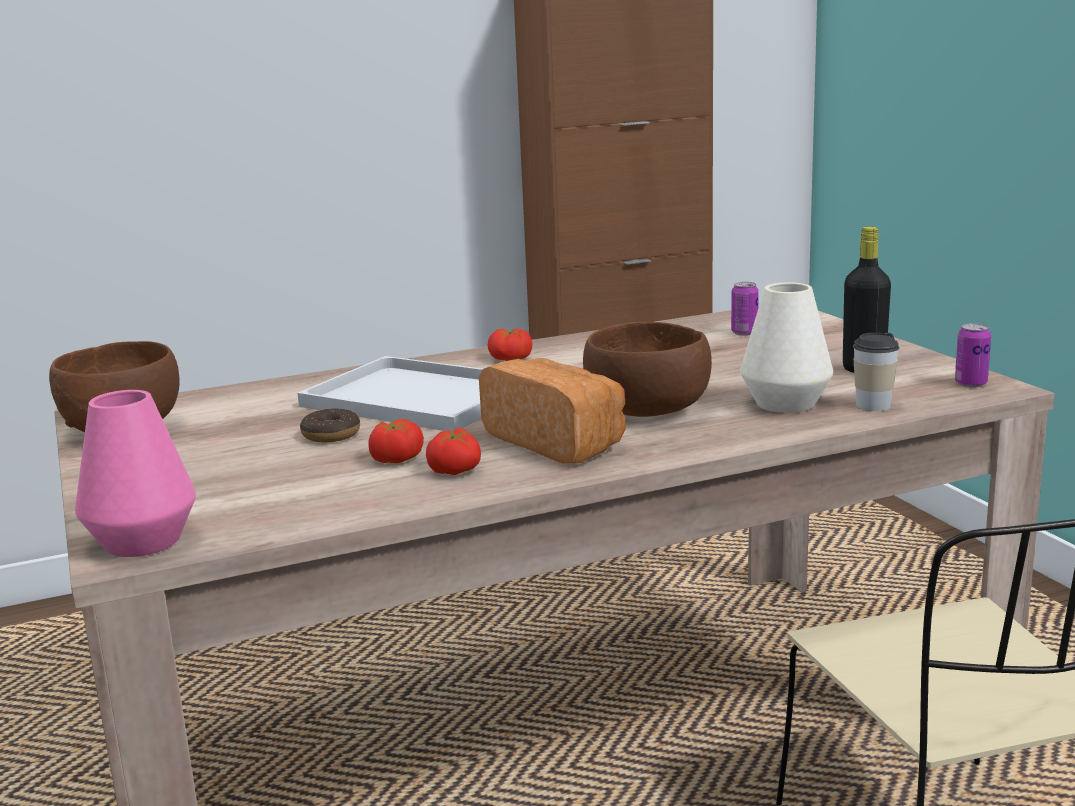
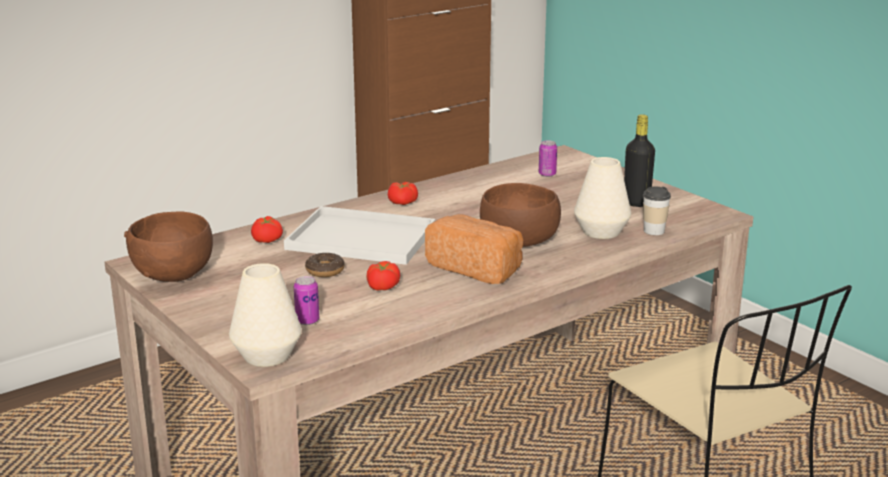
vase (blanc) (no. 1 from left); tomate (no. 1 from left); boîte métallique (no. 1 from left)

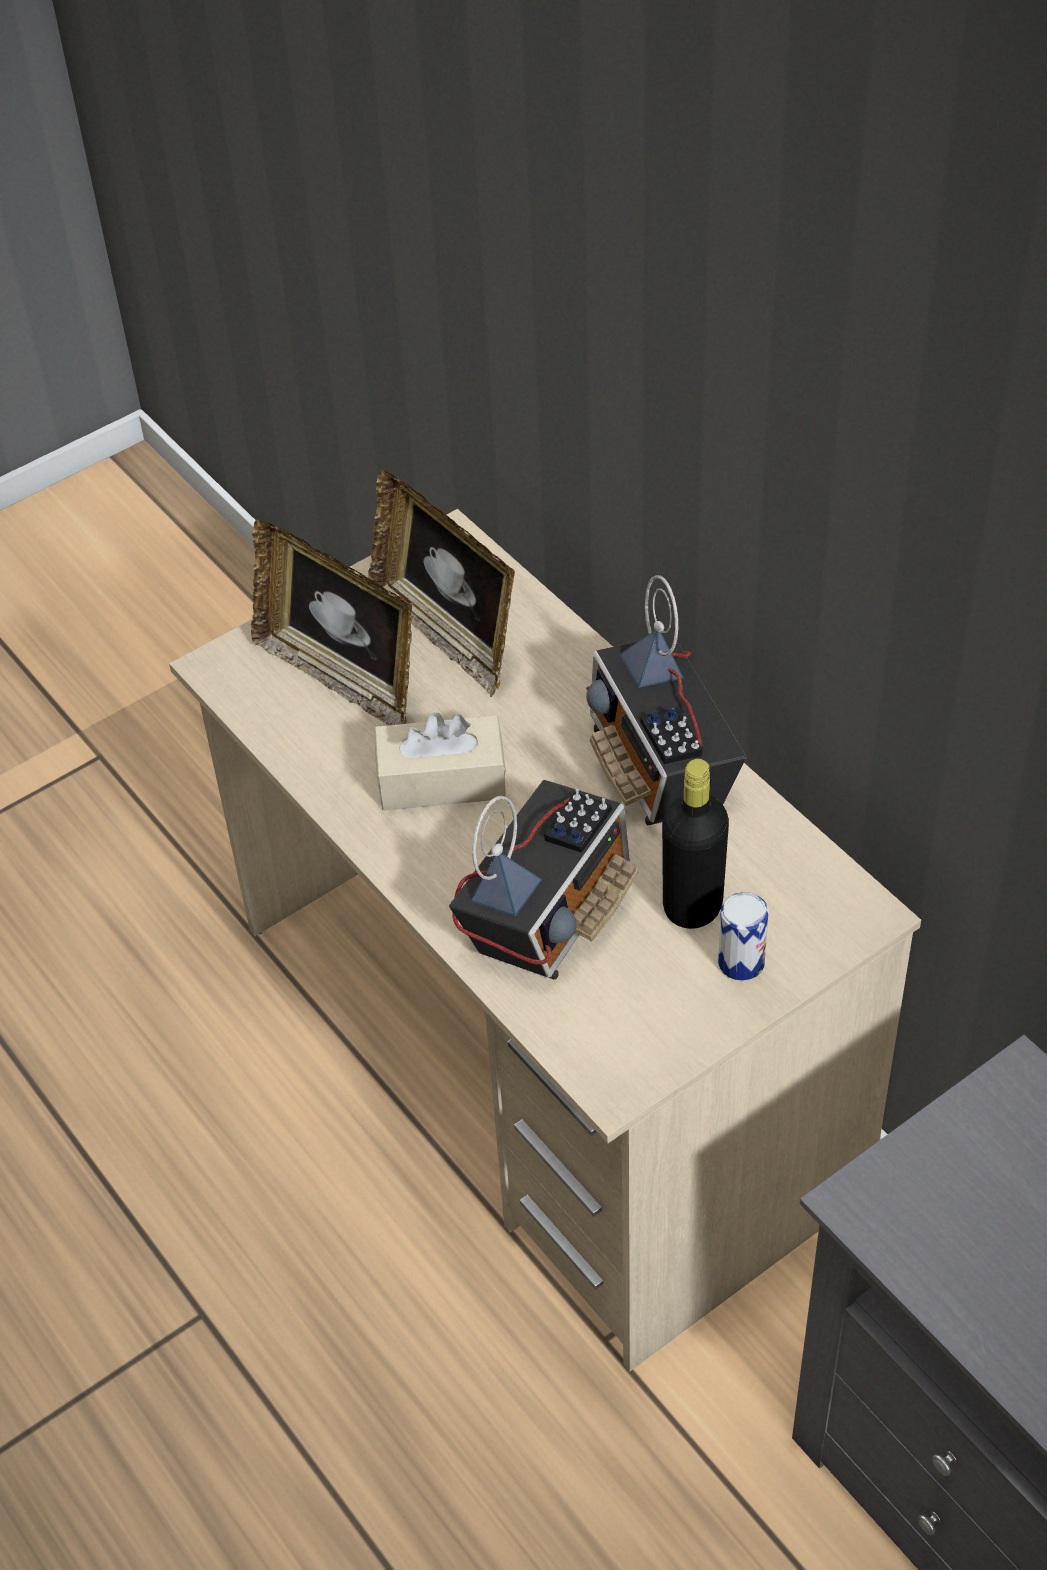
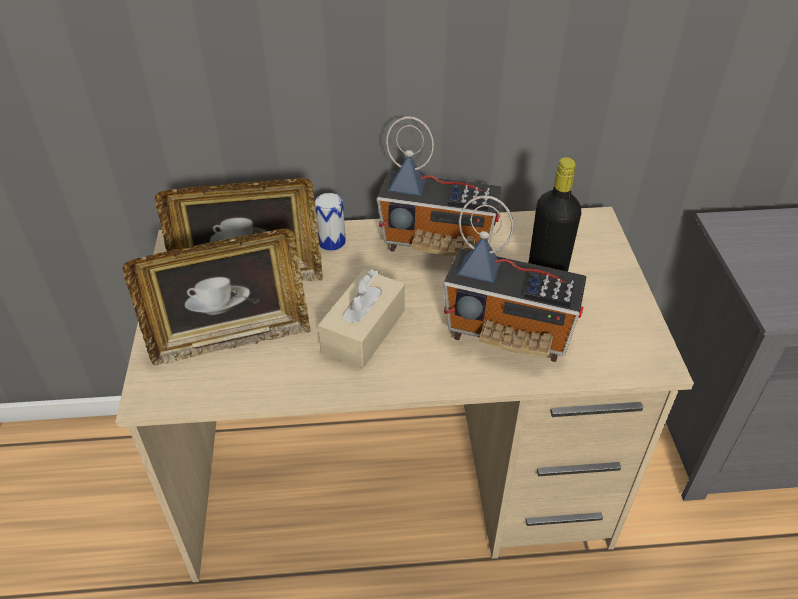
radio (no. 2 from left); boîte métallique

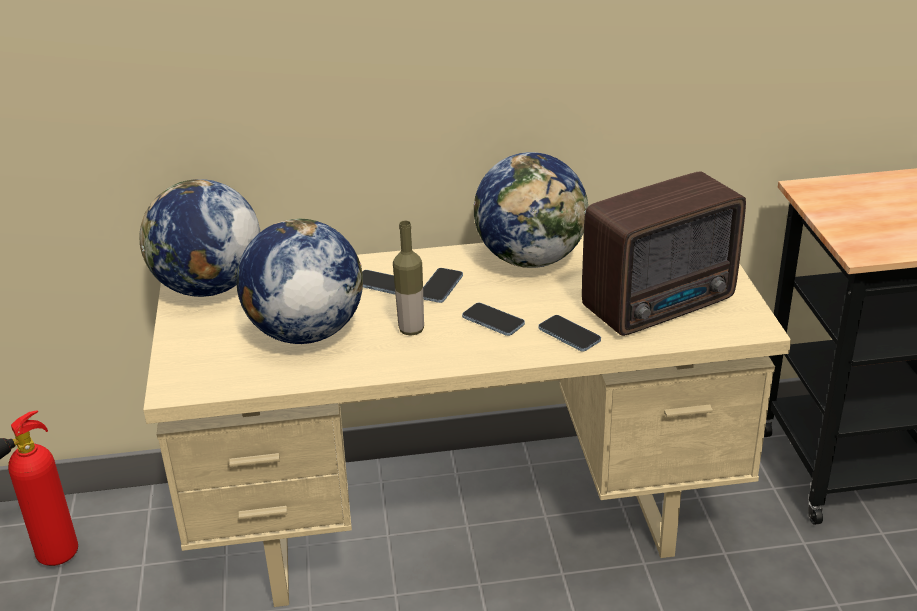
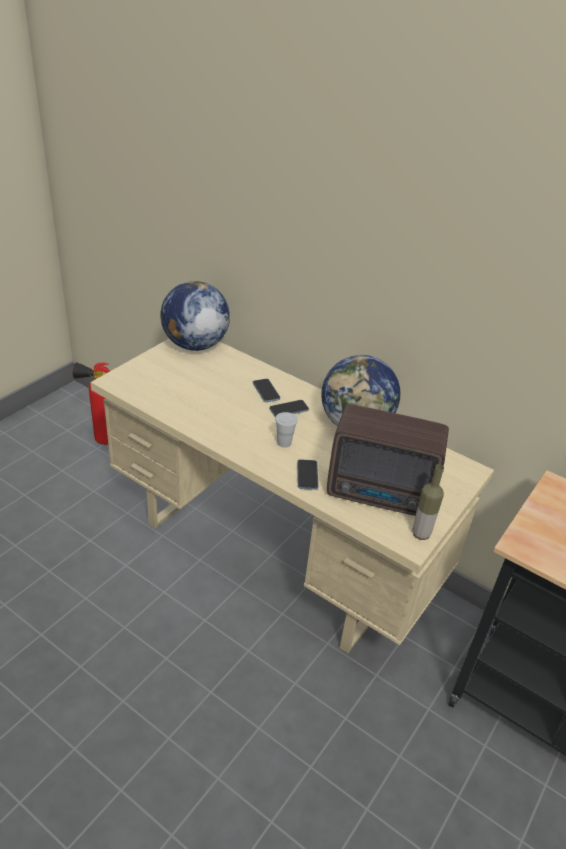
globe (no. 2 from left in the first image); bouteille; tasse (blanc)

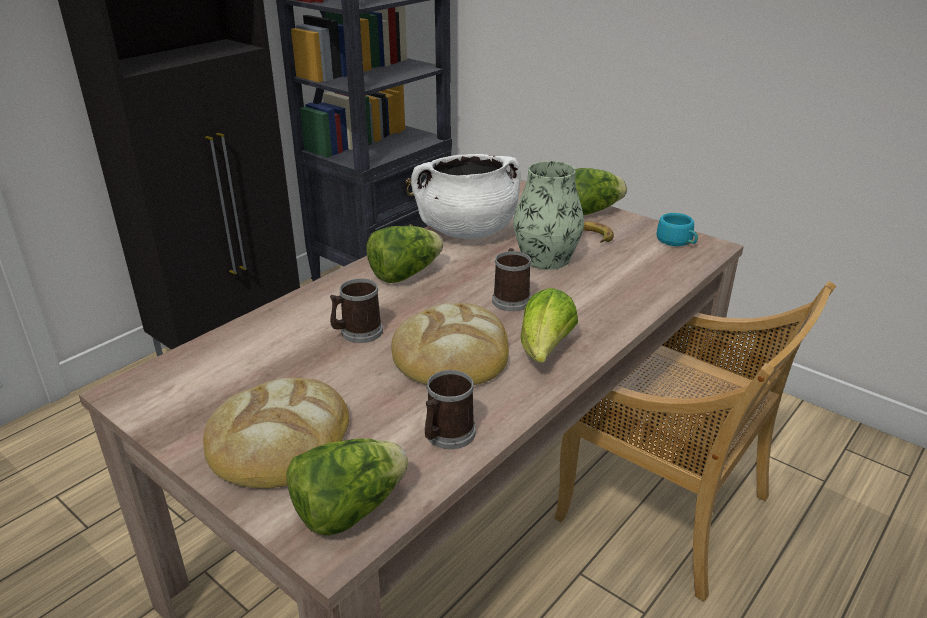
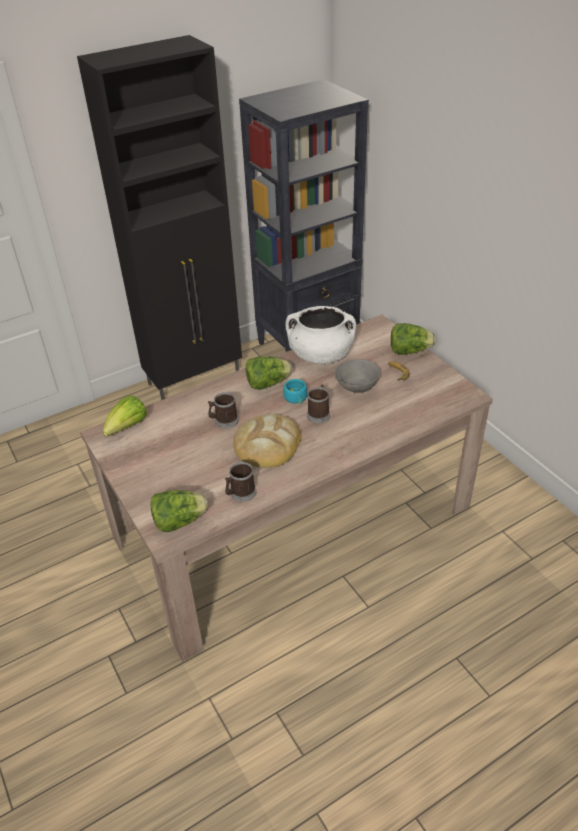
pain (no. 1 from left in the first image); bol (gris); laitue (no. 1 from left); chaise (beige); tasse (turquoise)

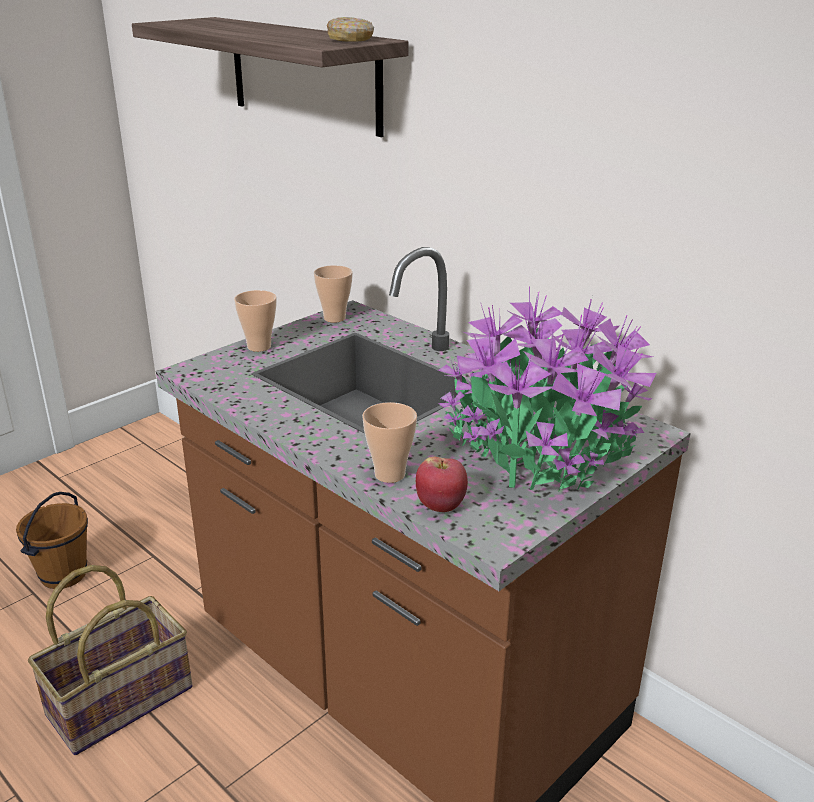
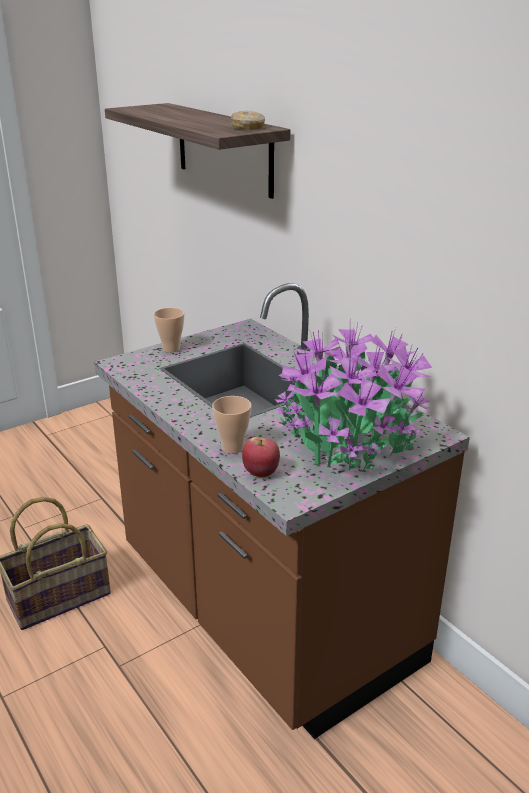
seau (marron); tasse (no. 2 from left in the first image)

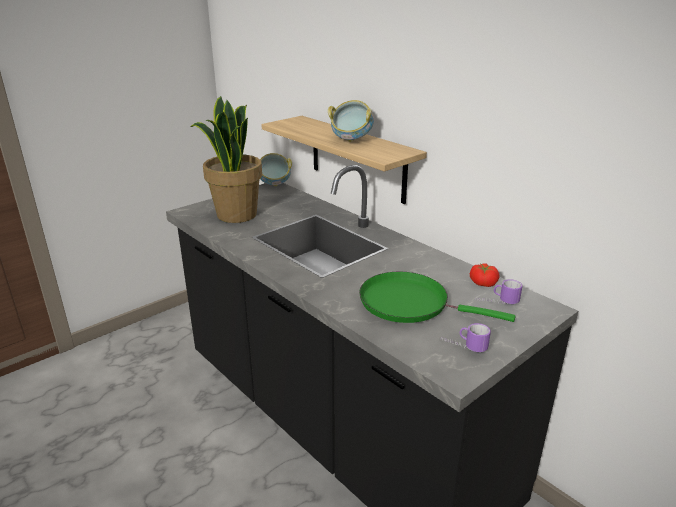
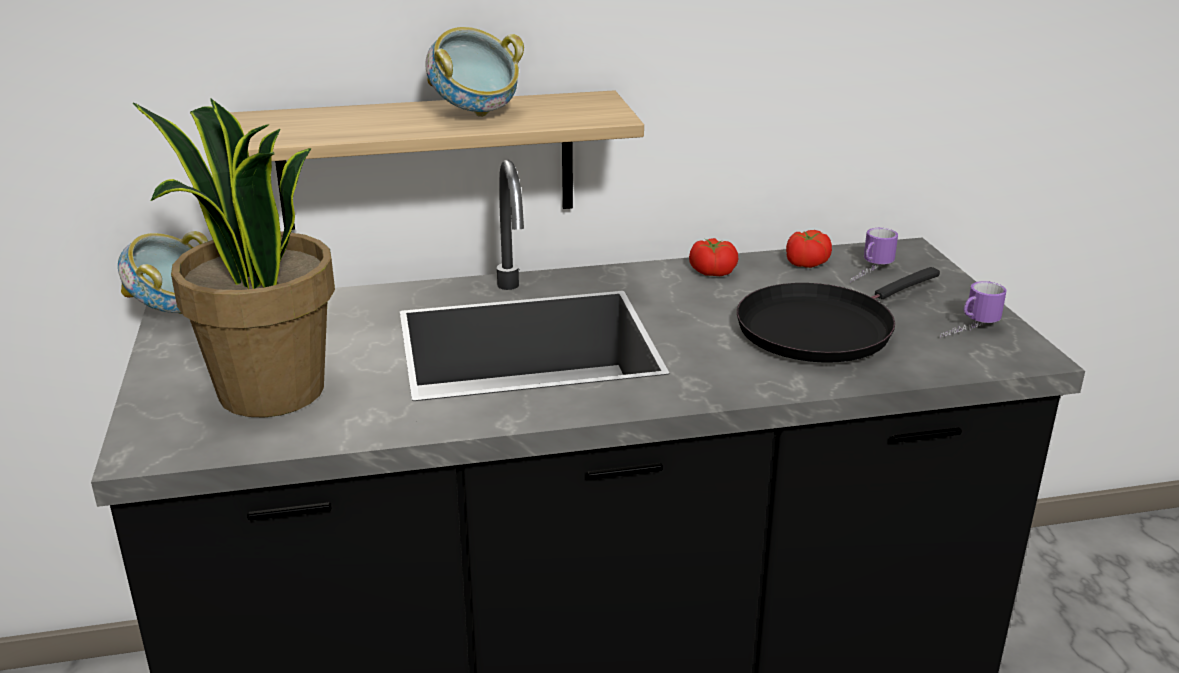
poêle (noir); tomate (no. 1 from left)

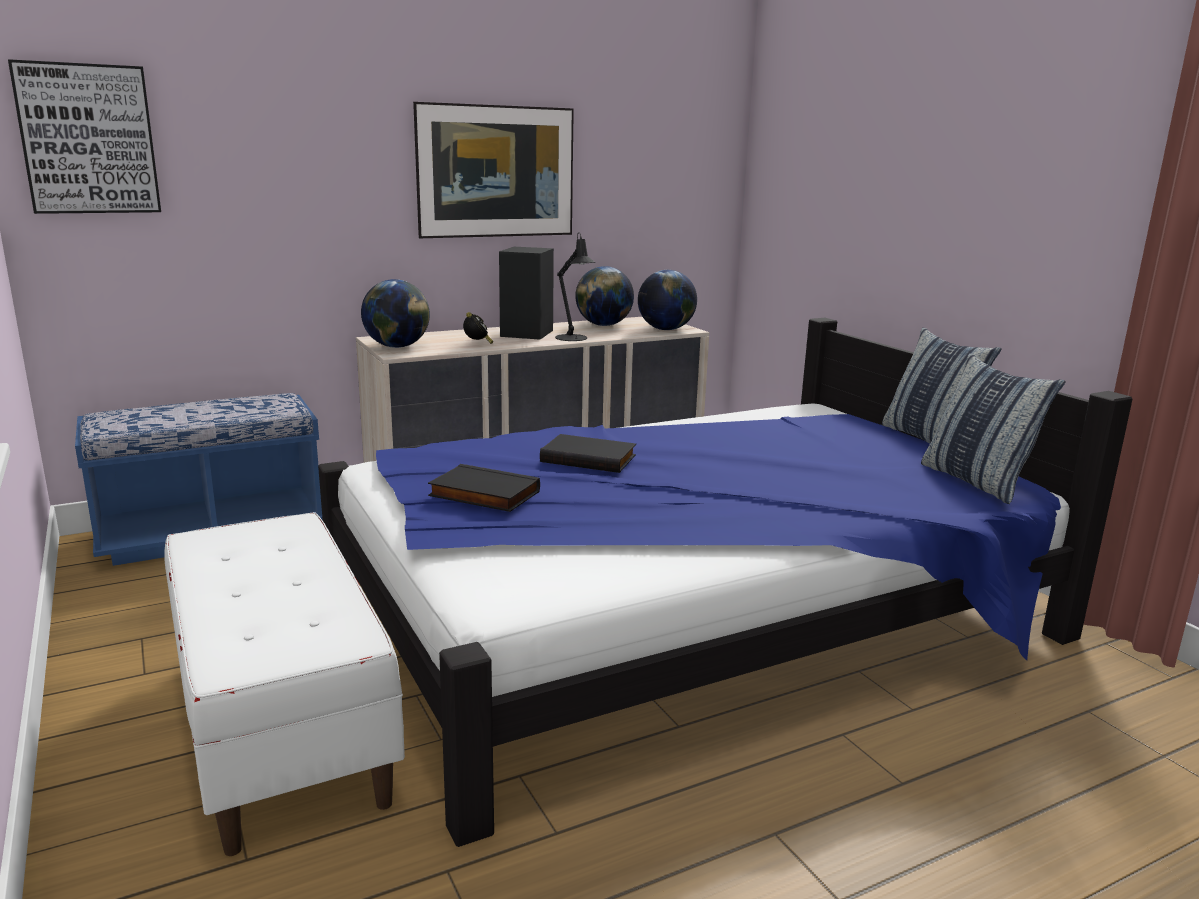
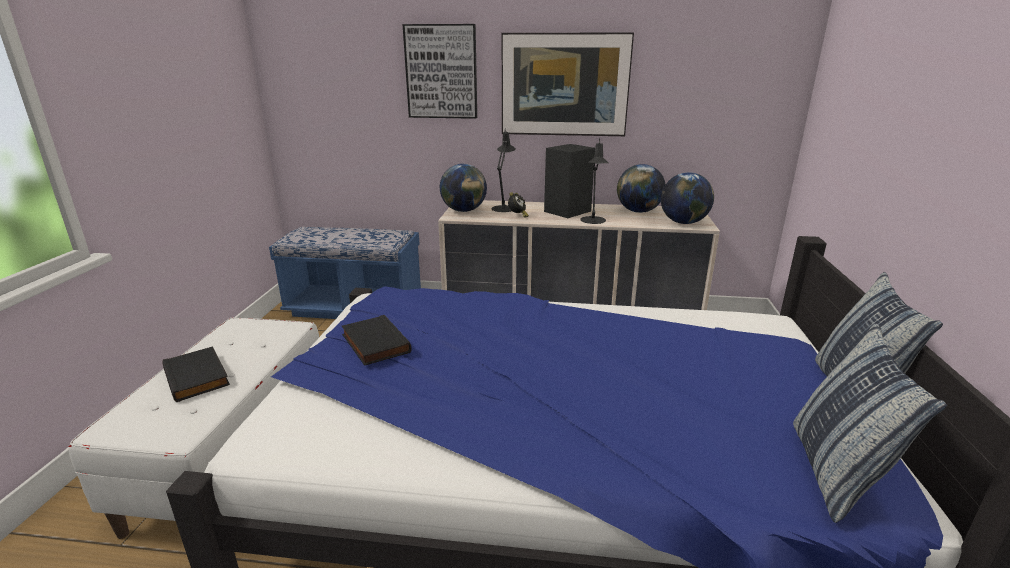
tableau (no. 1 from left); livre (noir) (no. 1 from left); lampe de table (noir) (no. 1 from left)

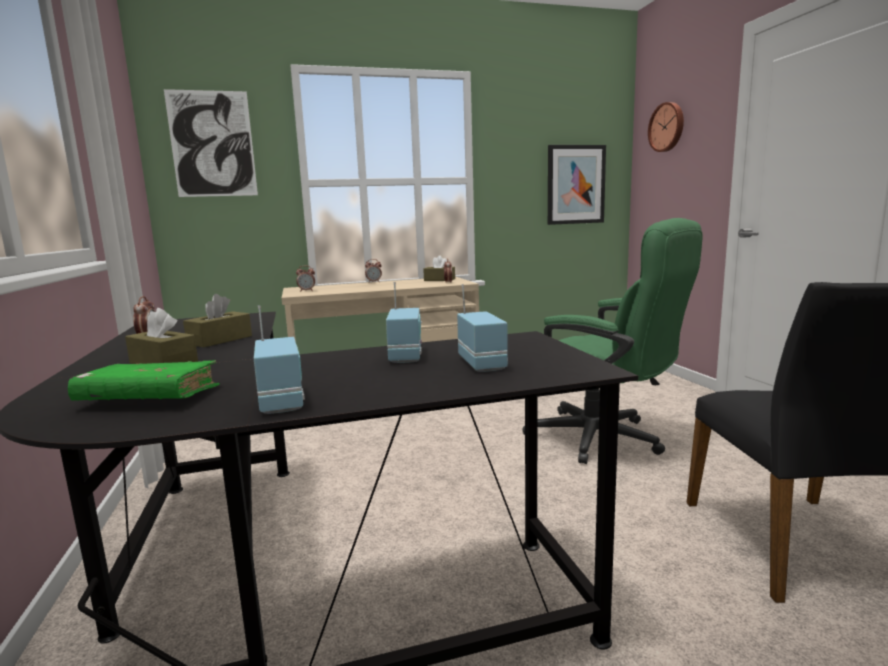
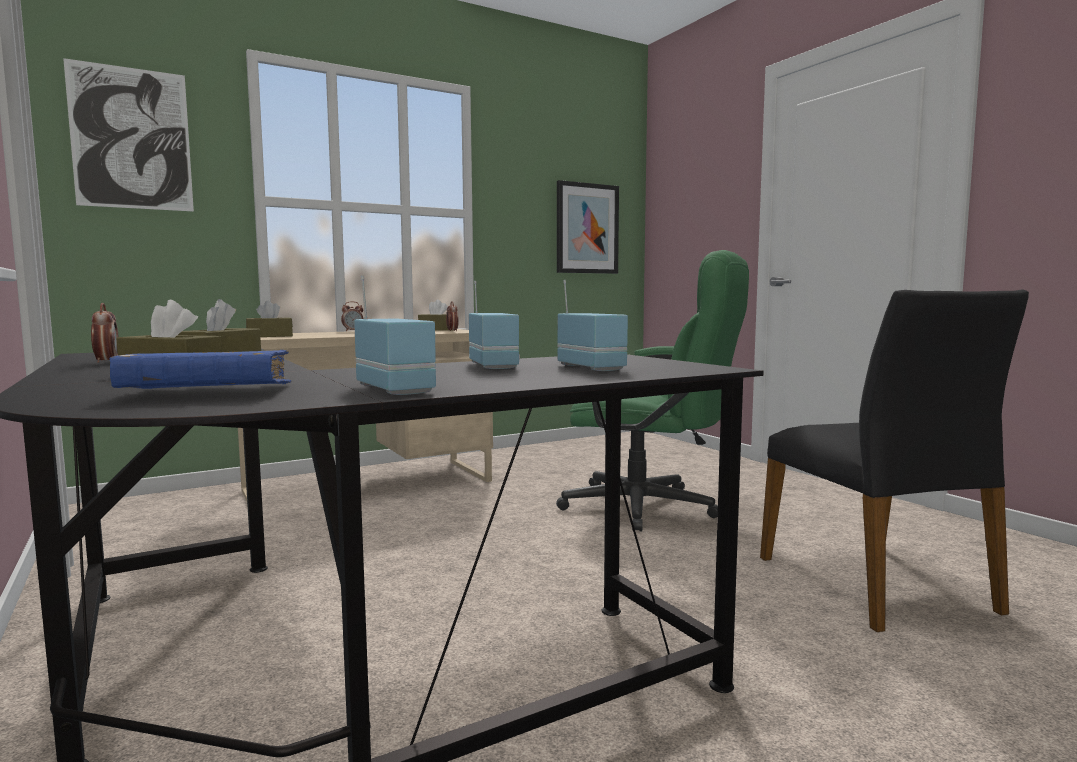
livre (bleu); boîte à mouchoirs (marron) (no. 3 from left); horloge murale

